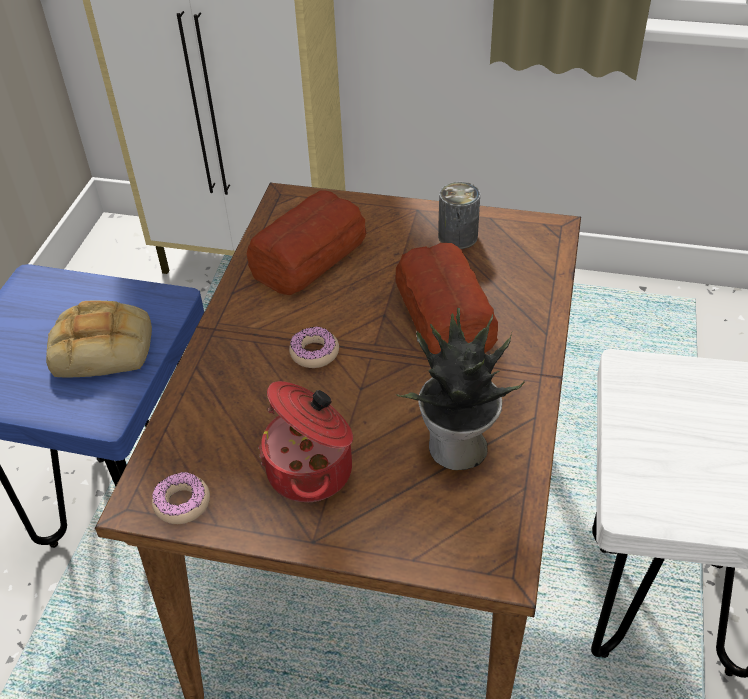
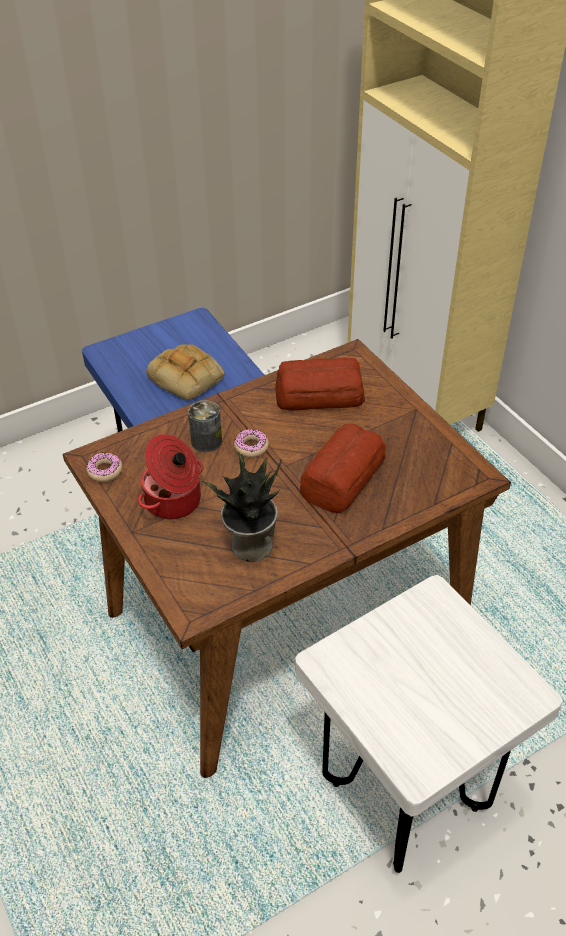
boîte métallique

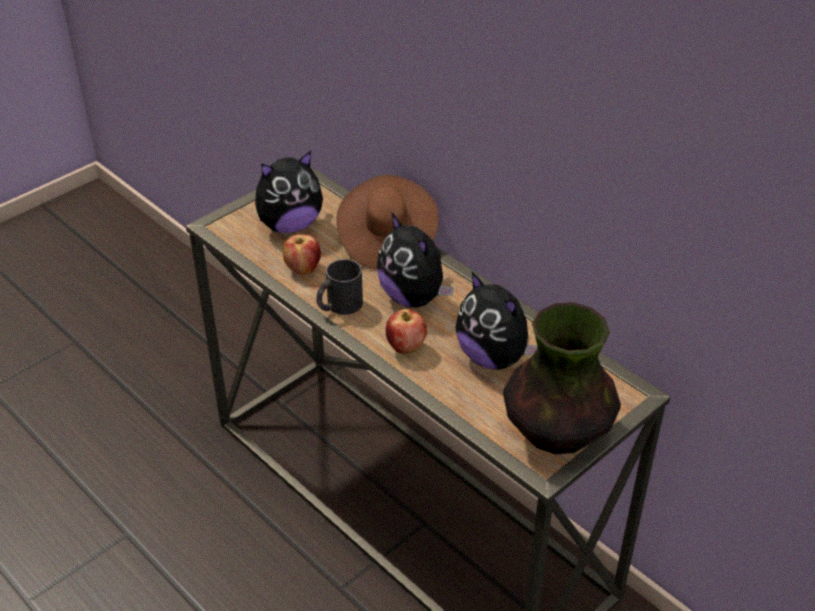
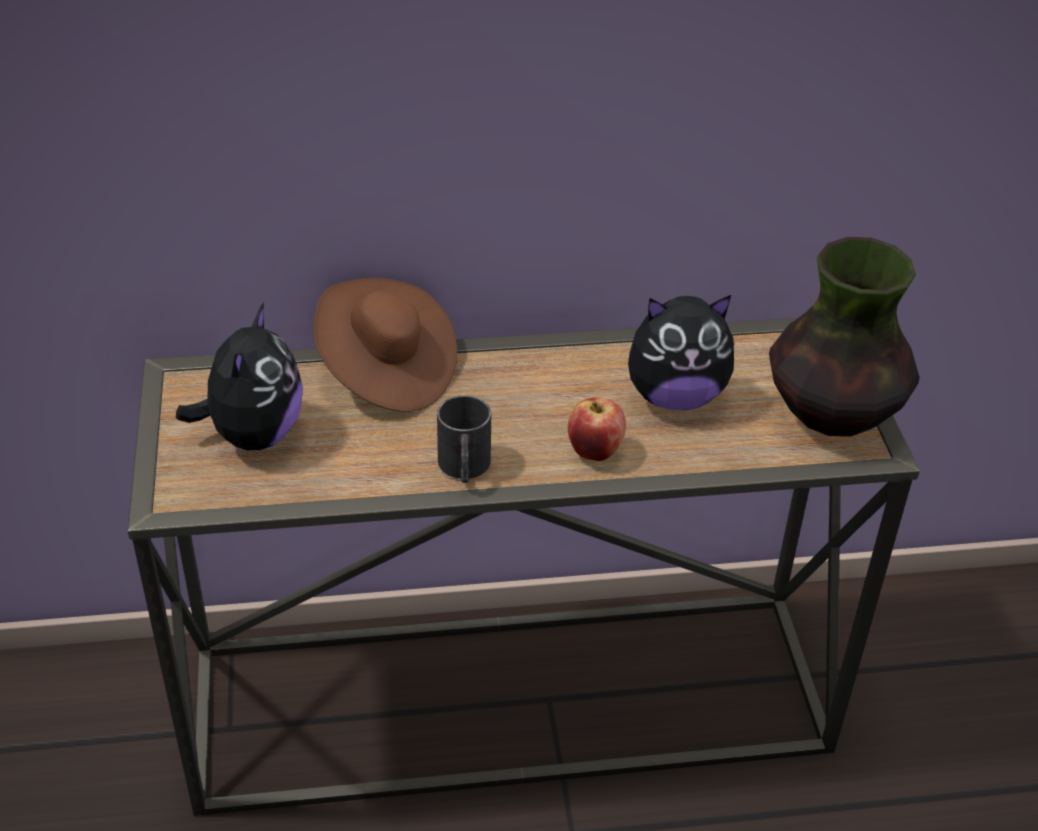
pomme (no. 1 from left in the first image); peluche (no. 2 from left in the first image)

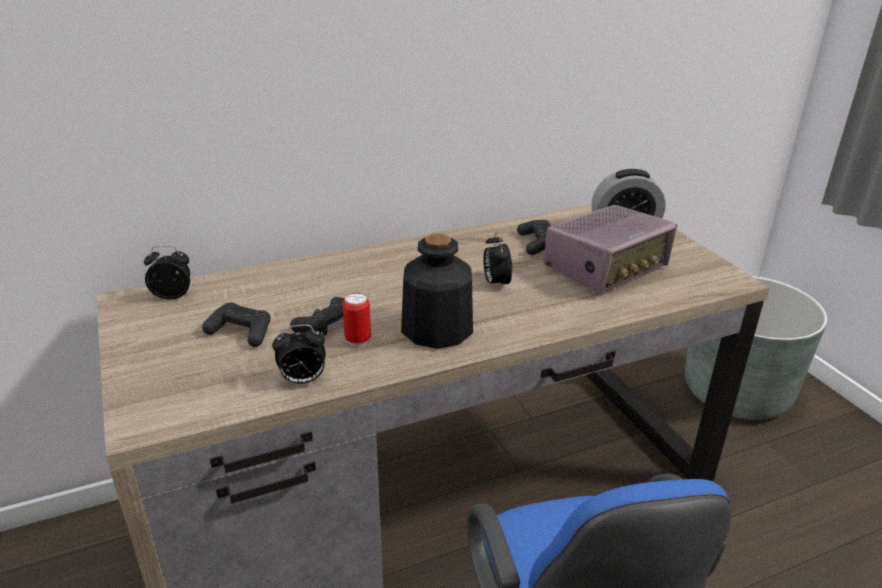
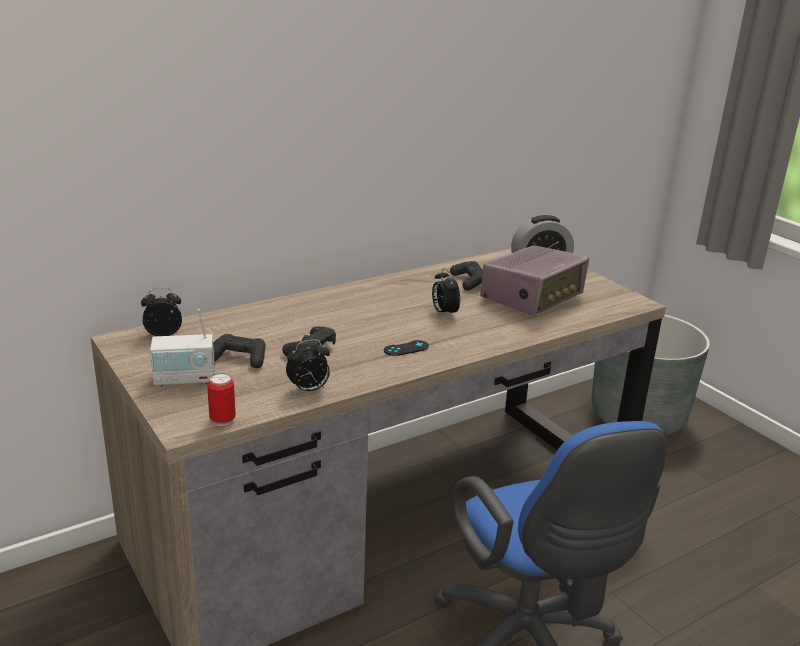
boîte métallique; manette (noir) (no. 3 from left); radio (no. 1 from left)

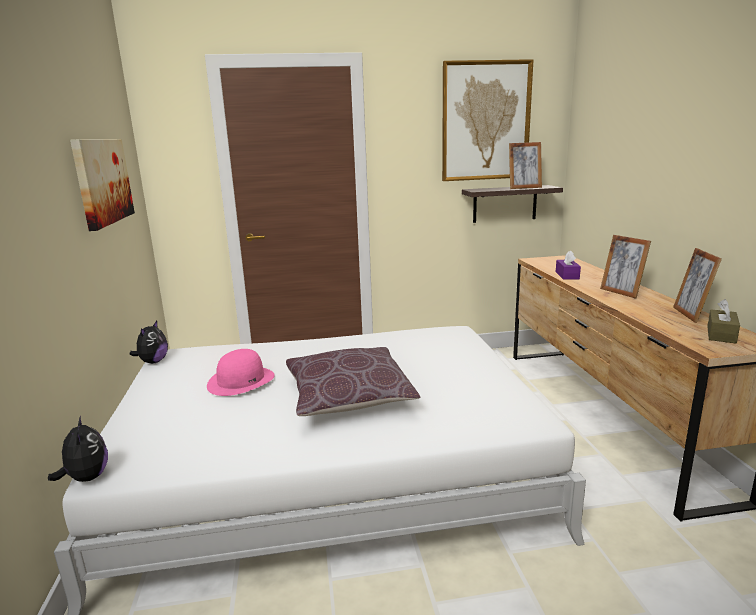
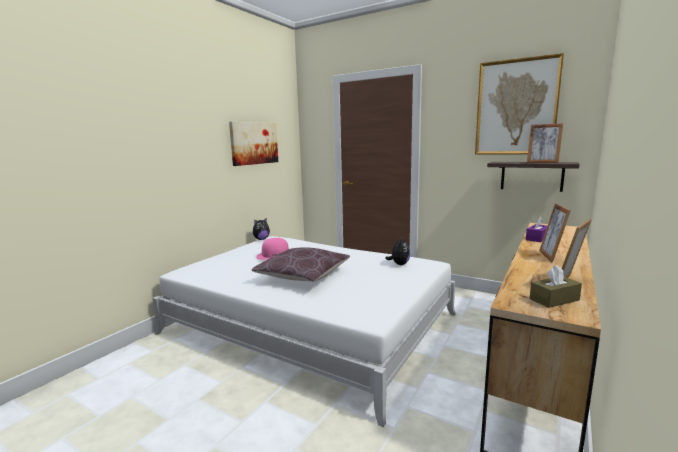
peluche (no. 2 from left)

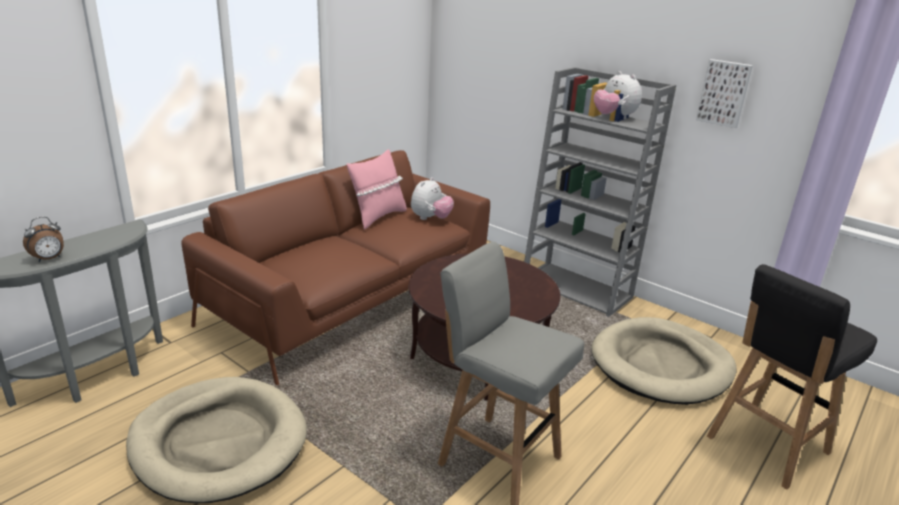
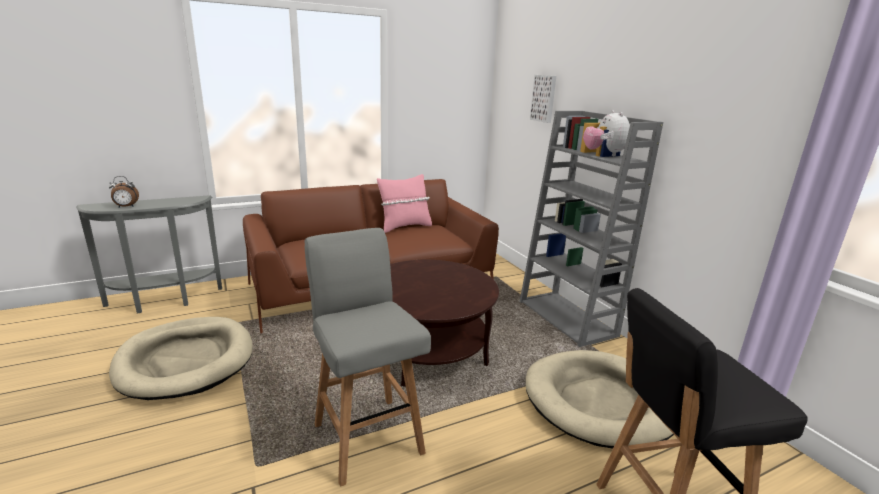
peluche (no. 1 from left in the first image); tableau

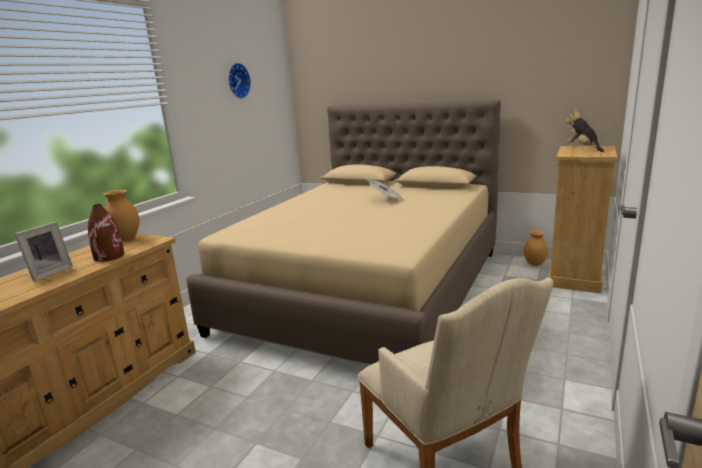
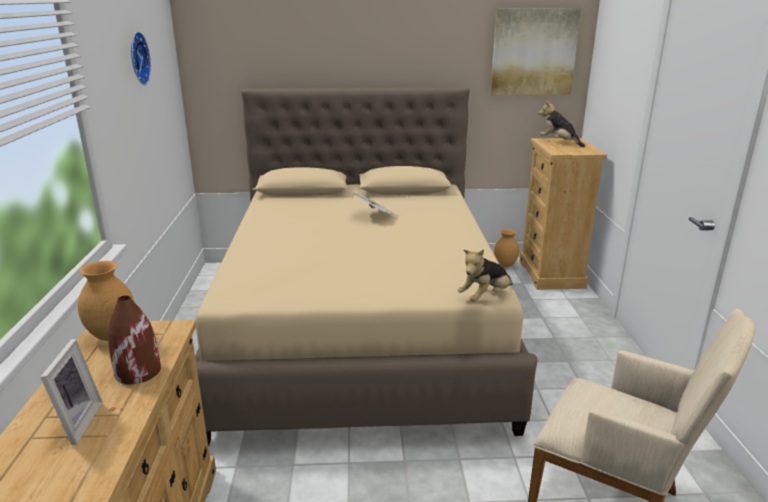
peluche (no. 1 from left); tableau

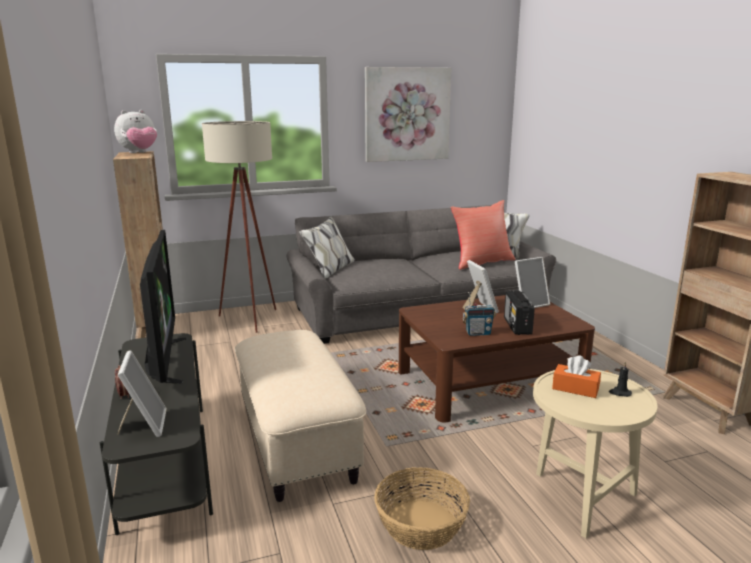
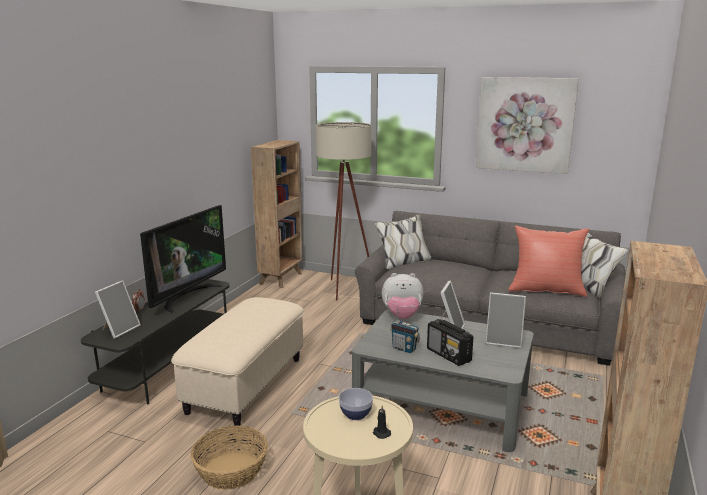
peluche; table basse (gris); radio (no. 2 from left); bol

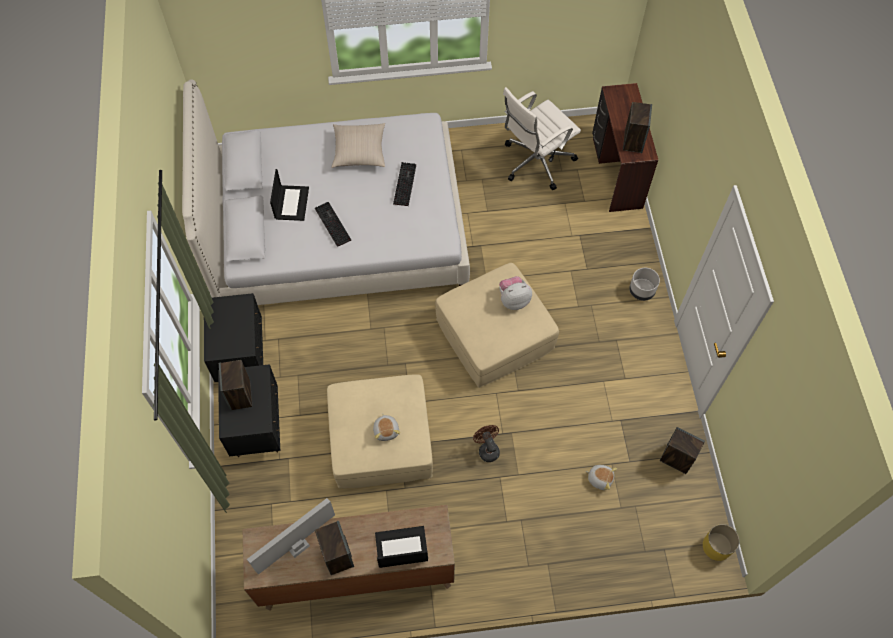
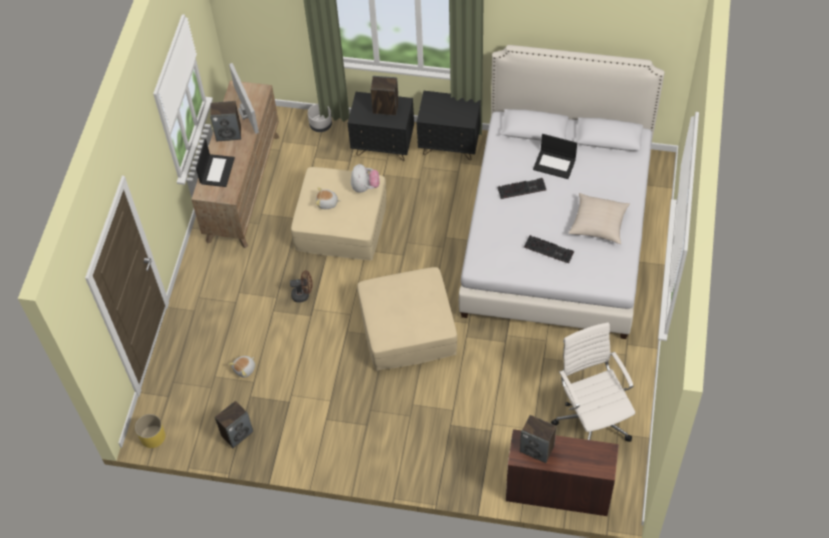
peluche (no. 3 from left); cache-pot (gris)

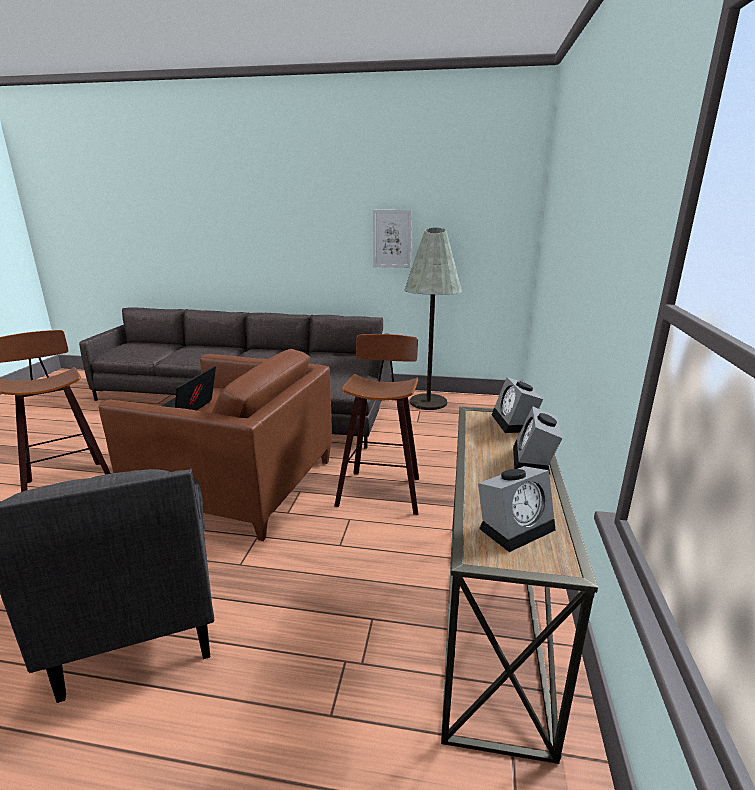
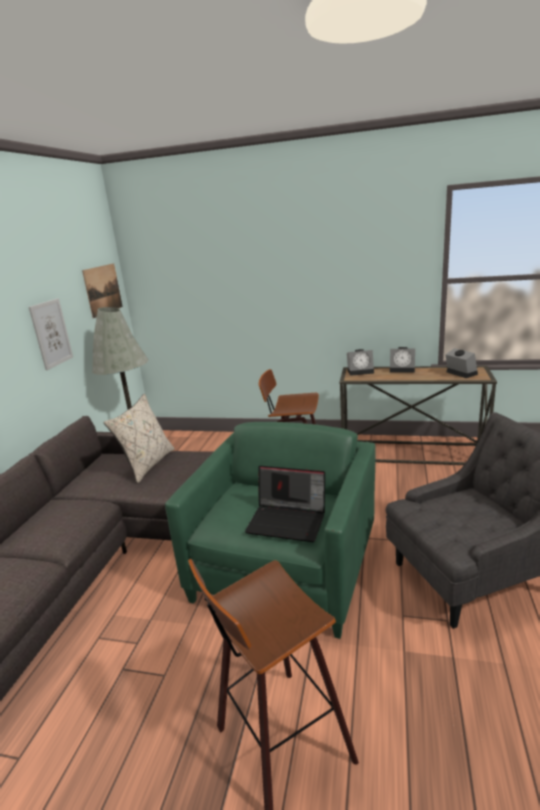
fauteuil (vert); tableau (no. 2 from left); coussin (beige)

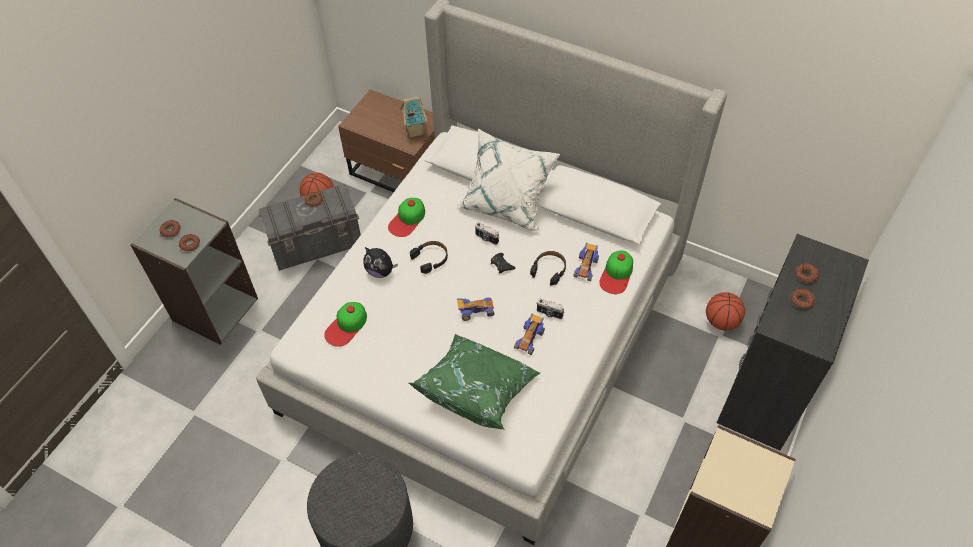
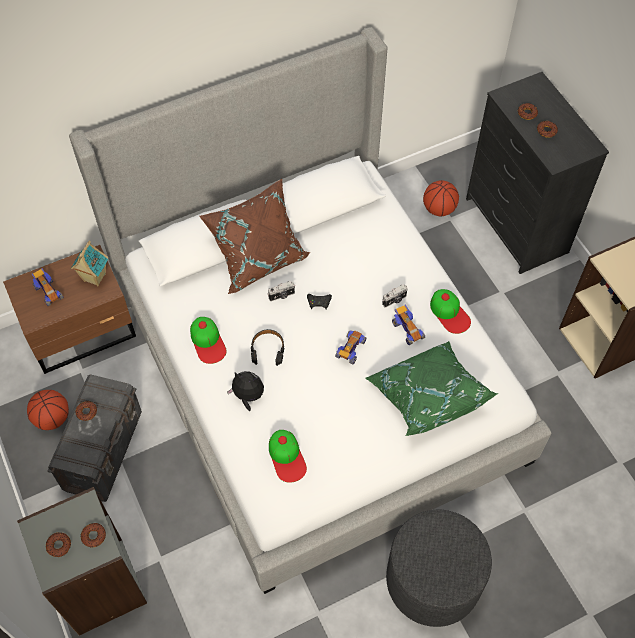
peluche; coussin (marron); casque audio (noir) (no. 2 from left in the first image); petite voiture (no. 1 from left); casquette (no. 3 from left)

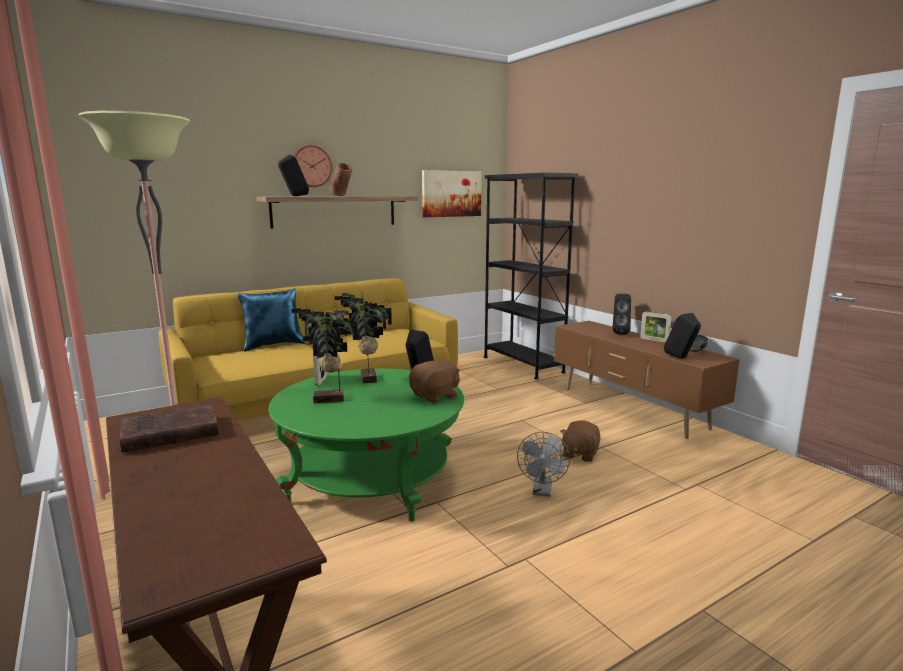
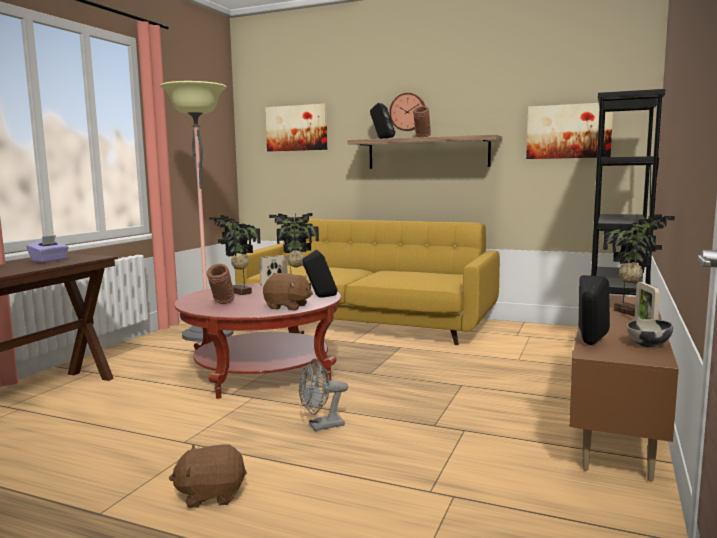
boîte à mouchoirs (violet); coussin (bleu); table basse (rouge); peluche (marron) (no. 1 from left); plante en pot (no. 3 from left); vase (marron) (no. 1 from left); tableau (no. 1 from left)

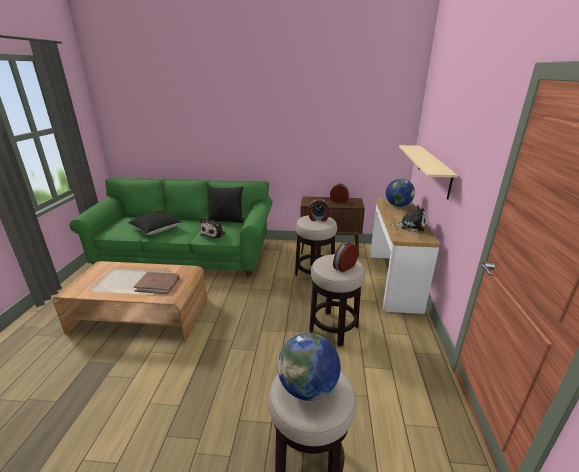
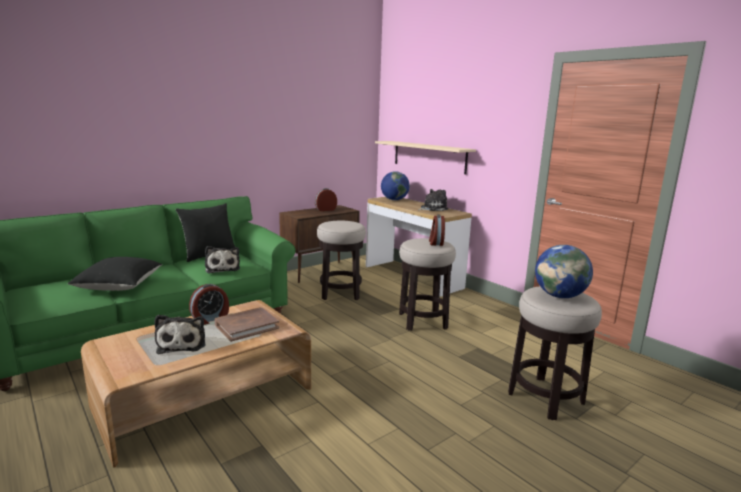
réveil (no. 1 from left); peluche (no. 1 from left)

